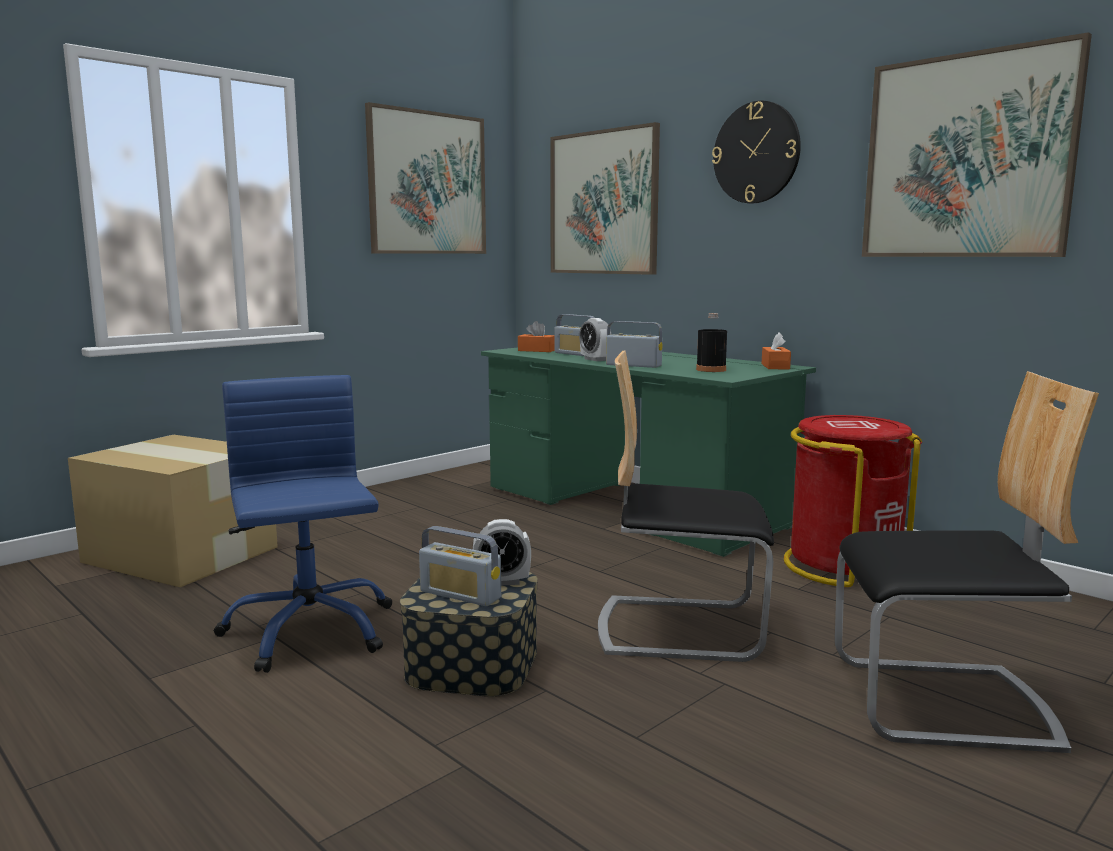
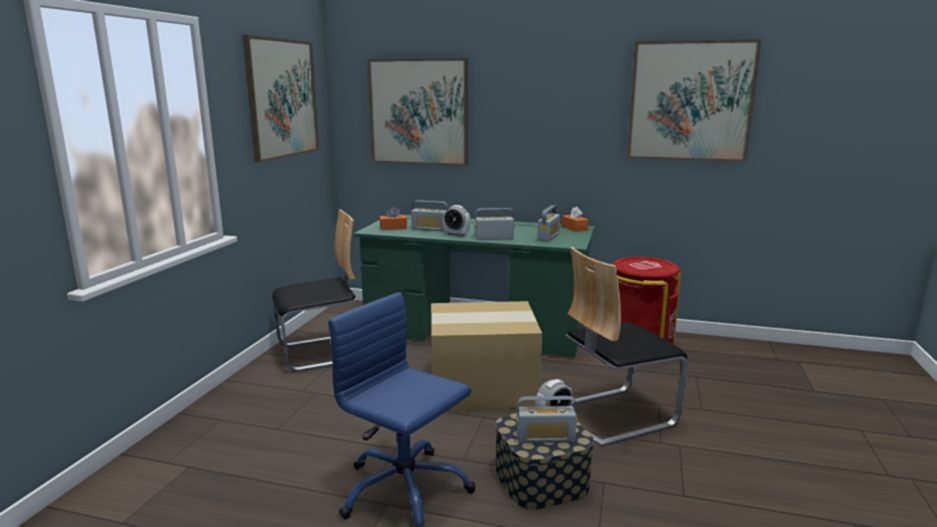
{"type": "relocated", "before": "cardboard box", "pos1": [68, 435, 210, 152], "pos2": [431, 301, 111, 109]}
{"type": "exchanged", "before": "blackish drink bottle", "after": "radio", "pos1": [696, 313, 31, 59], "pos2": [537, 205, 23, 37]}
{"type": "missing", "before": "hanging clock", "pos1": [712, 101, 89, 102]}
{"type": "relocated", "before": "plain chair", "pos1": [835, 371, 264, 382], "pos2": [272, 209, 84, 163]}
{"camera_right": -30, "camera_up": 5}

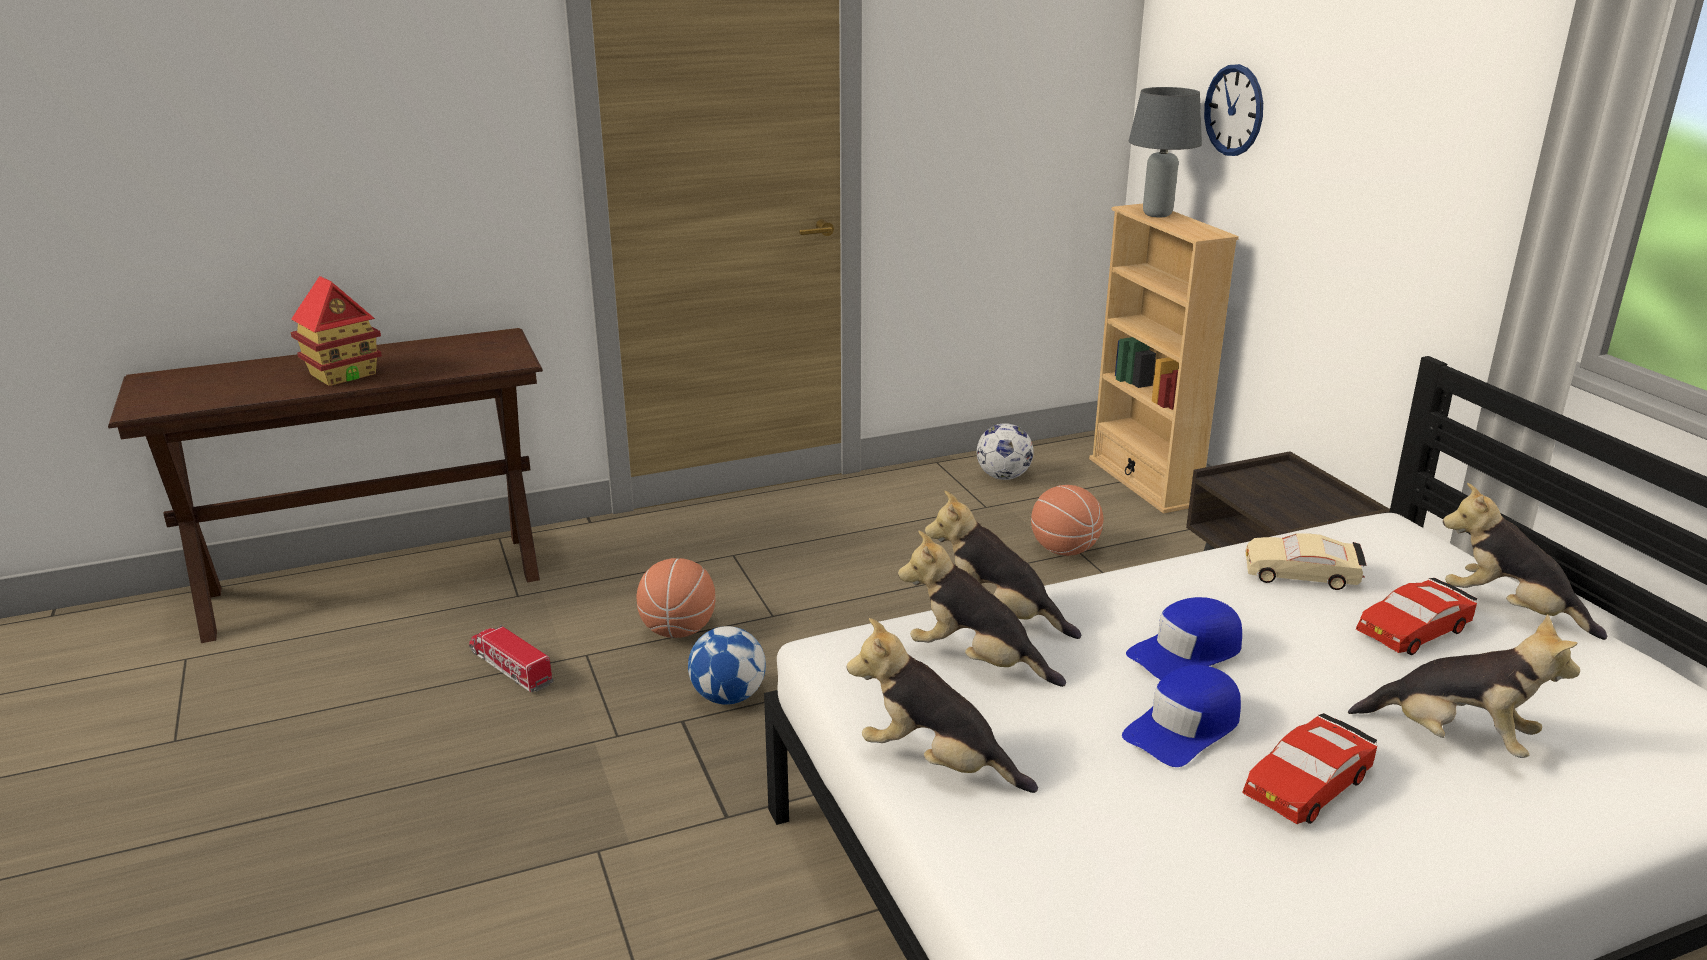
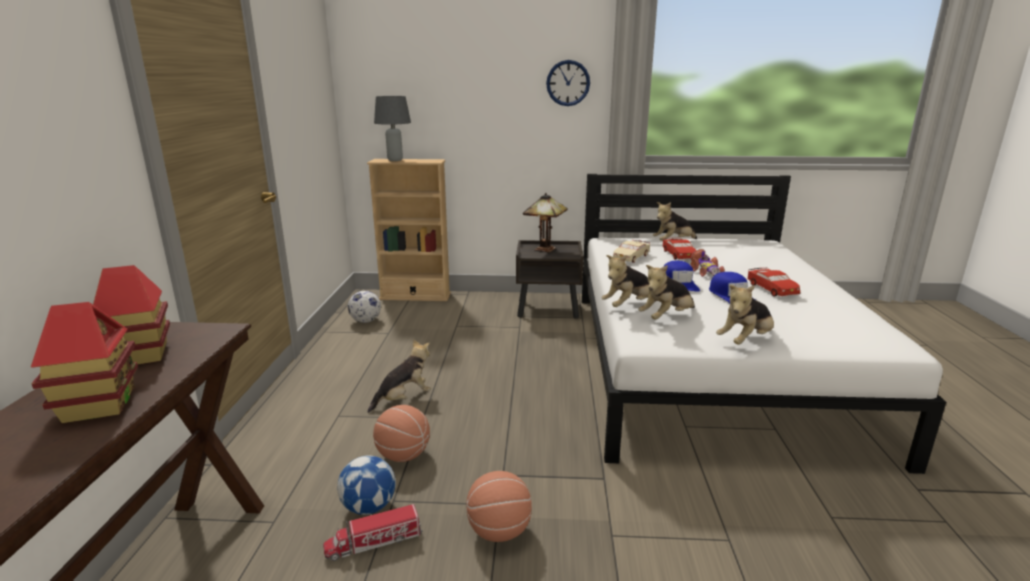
{"type": "relocated", "before": "ball for football", "pos1": [688, 626, 78, 79], "pos2": [337, 455, 59, 60]}
{"type": "relocated", "before": "basketball ball", "pos1": [1031, 485, 72, 71], "pos2": [466, 471, 66, 71]}
{"type": "relocated", "before": "hanging clock", "pos1": [1204, 64, 59, 92], "pos2": [546, 60, 44, 46]}
{"type": "relocated", "before": "soft toy", "pos1": [1348, 614, 232, 144], "pos2": [368, 339, 63, 74]}
{"type": "appeared", "after": "model house", "pos2": [93, 265, 77, 100]}
{"type": "appeared", "after": "tabletop lamp", "pos2": [523, 193, 45, 59]}
{"type": "appeared", "after": "toy car", "pos2": [690, 249, 35, 28]}
{"camera_right": -65, "camera_up": -5}

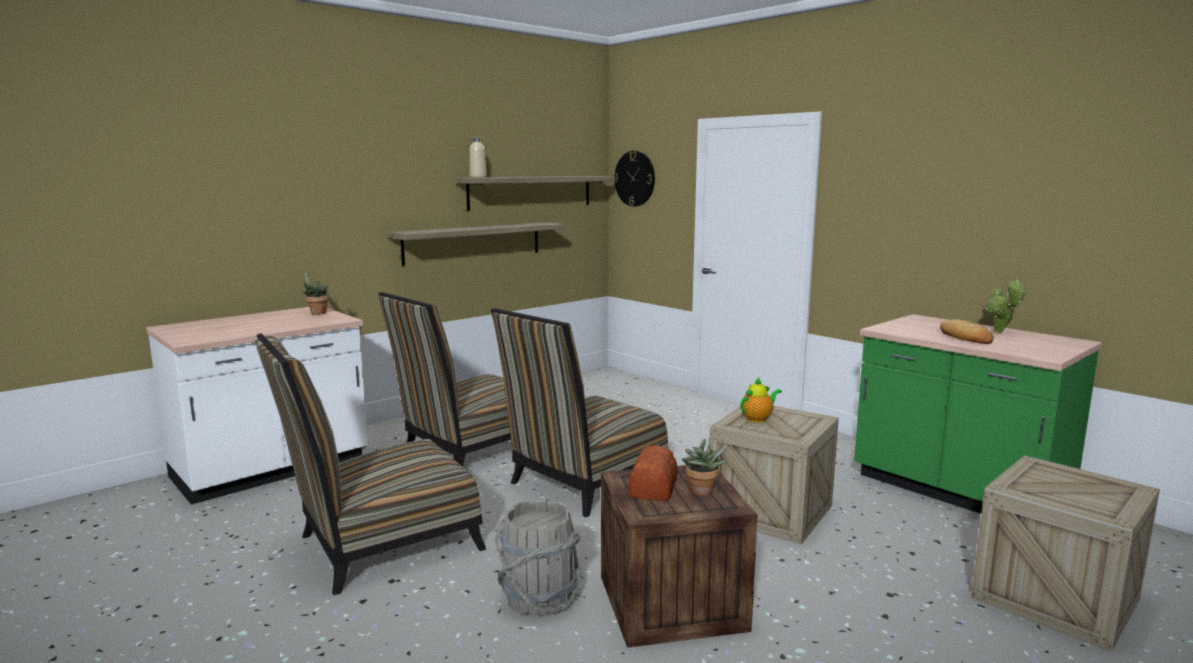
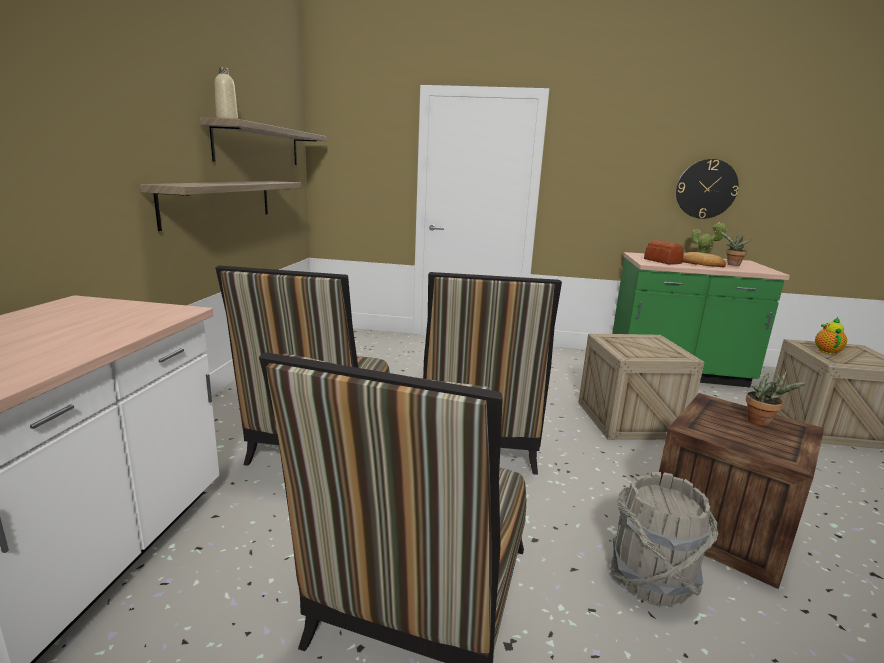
{"type": "relocated", "before": "houseplant", "pos1": [301, 271, 28, 44], "pos2": [719, 230, 32, 36]}
{"type": "relocated", "before": "hanging clock", "pos1": [613, 151, 42, 56], "pos2": [676, 159, 62, 60]}
{"type": "relocated", "before": "bakery bread", "pos1": [628, 446, 49, 55], "pos2": [644, 240, 40, 24]}
{"type": "relocated", "before": "teapot", "pos1": [740, 378, 42, 45], "pos2": [815, 317, 32, 38]}
{"camera_right": -40, "camera_up": 5}

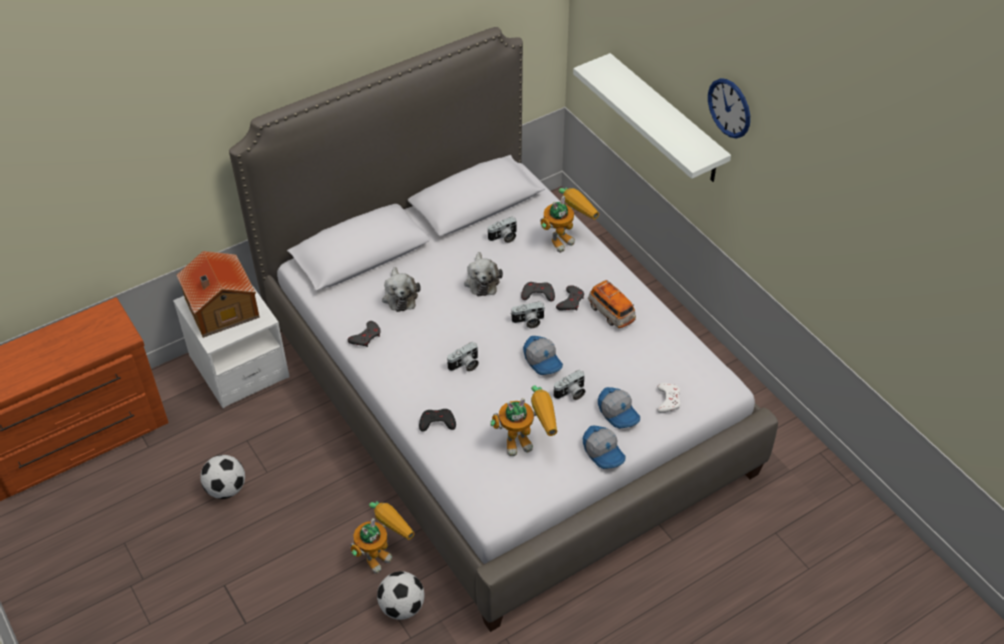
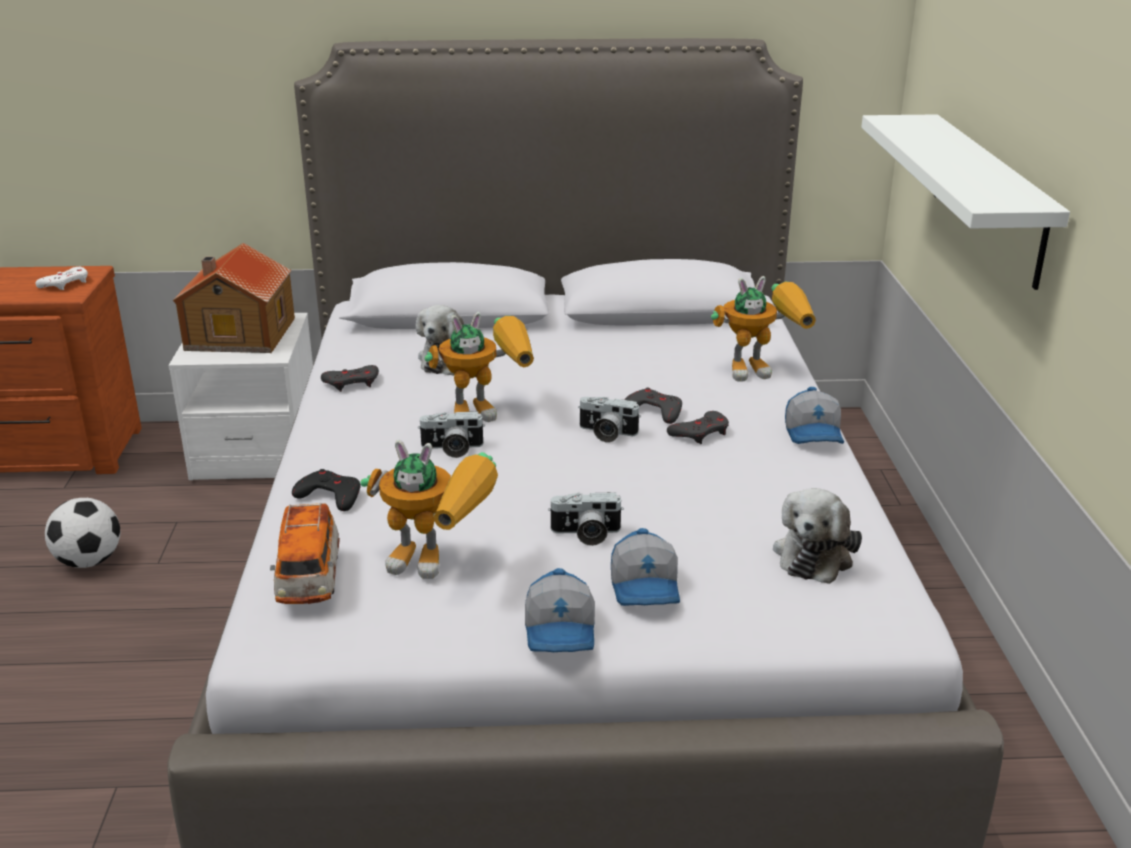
{"type": "relocated", "before": "toy robot", "pos1": [350, 501, 65, 73], "pos2": [424, 312, 110, 110]}
{"type": "missing", "before": "ball for football", "pos1": [377, 571, 47, 49]}
{"type": "relocated", "before": "soft toy", "pos1": [464, 252, 39, 44], "pos2": [773, 488, 89, 96]}
{"type": "missing", "before": "still camera", "pos1": [487, 216, 30, 27]}
{"type": "relocated", "before": "cap", "pos1": [523, 336, 40, 39], "pos2": [785, 387, 59, 57]}
{"type": "relocated", "before": "toy car", "pos1": [588, 280, 48, 48], "pos2": [270, 502, 70, 102]}
{"type": "relocated", "before": "whitish joypad", "pos1": [657, 383, 24, 30], "pos2": [35, 267, 53, 23]}
{"type": "missing", "before": "hanging clock", "pos1": [708, 78, 42, 60]}
{"camera_right": 30, "camera_up": -20}

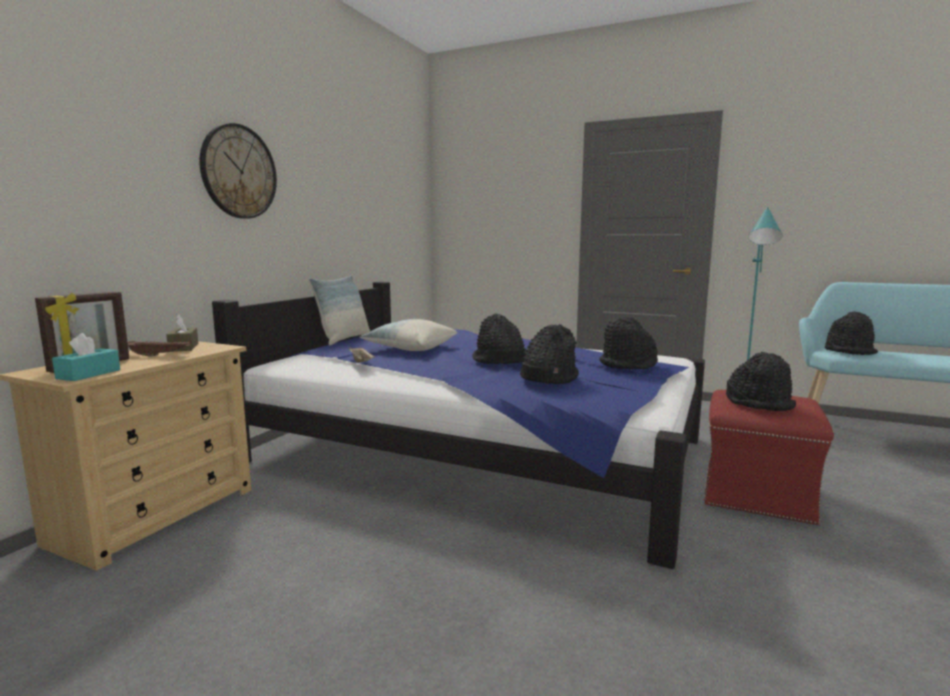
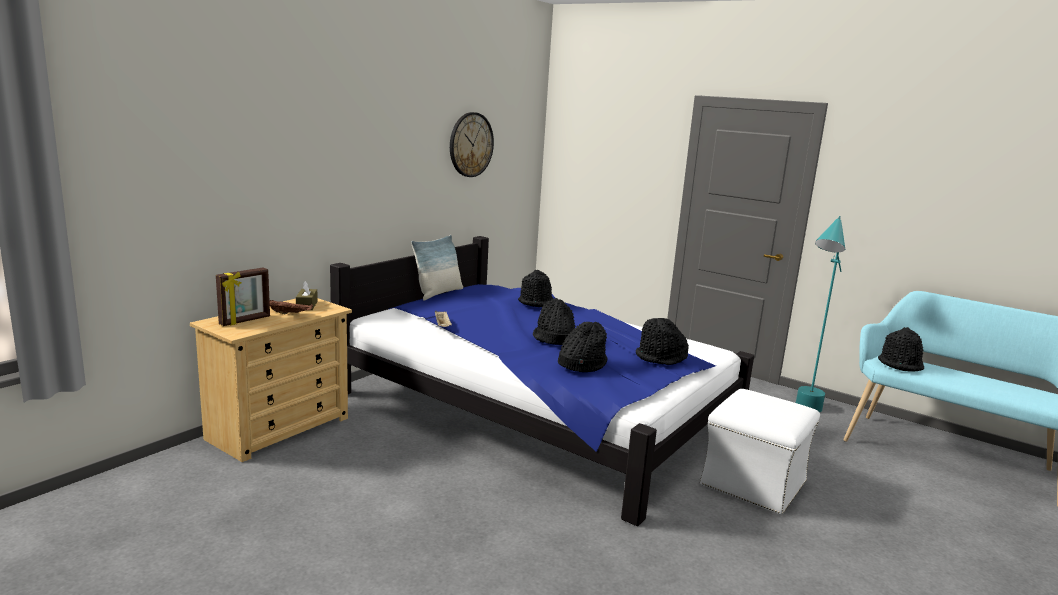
{"type": "missing", "before": "blue-green box of tissues", "pos1": [52, 333, 68, 48]}
{"type": "relocated", "before": "hanging clock", "pos1": [200, 123, 77, 96], "pos2": [450, 112, 44, 65]}
{"type": "missing", "before": "cushion", "pos1": [360, 319, 97, 32]}
{"type": "colour", "before": "red-coloured ottoman", "after": "whitish ottoman", "pos1": [704, 390, 130, 136], "pos2": [700, 389, 120, 126]}
{"type": "relocated", "before": "blackish clothing hat", "pos1": [726, 352, 70, 59], "pos2": [518, 270, 35, 37]}
{"camera_right": 10, "camera_up": 5}

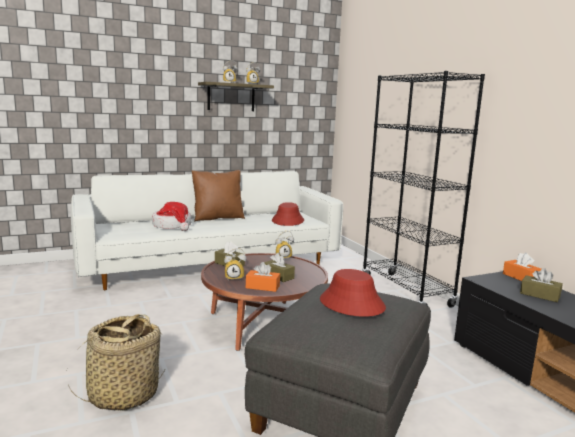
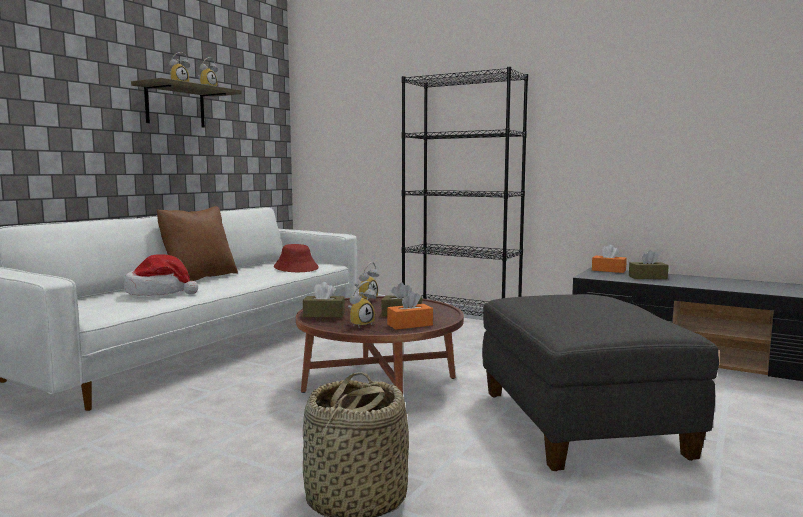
{"type": "missing", "before": "red-coloured clothing hat", "pos1": [320, 269, 66, 48]}
{"camera_right": -35, "camera_up": -5}

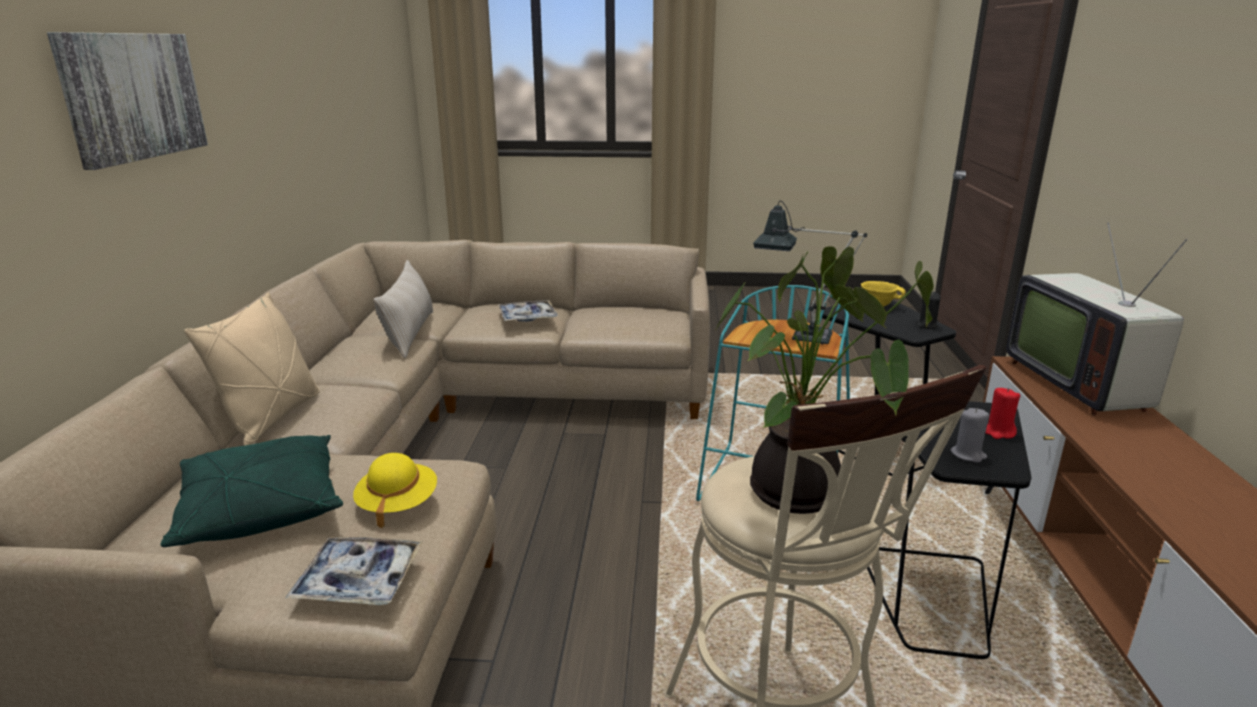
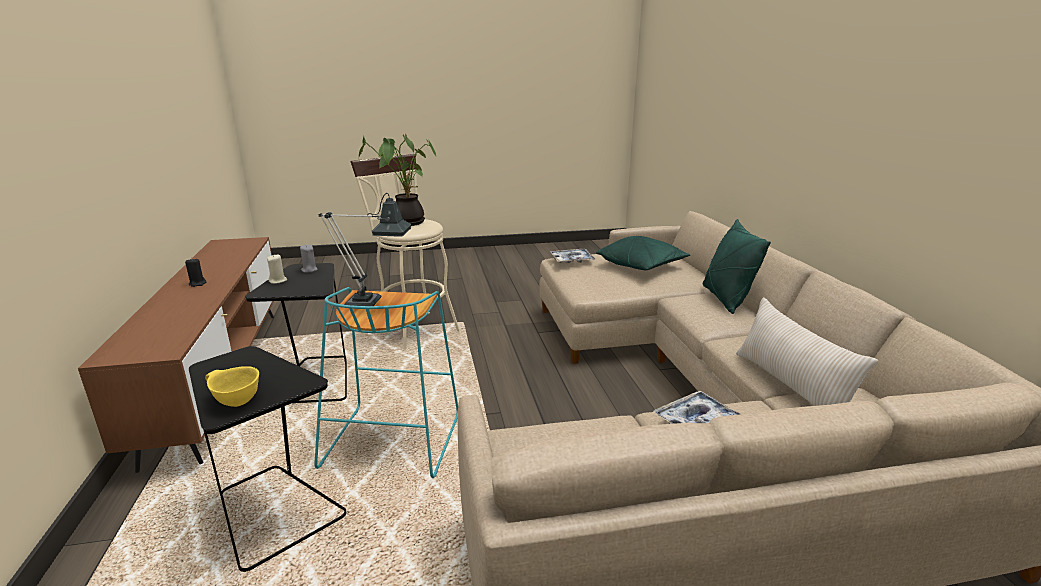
{"type": "missing", "before": "wall art", "pos1": [47, 32, 161, 138]}
{"type": "colour", "before": "sand-coloured cushion", "after": "green-coloured cushion", "pos1": [184, 292, 136, 154], "pos2": [703, 219, 68, 95]}
{"type": "missing", "before": "yellowish clothing hat", "pos1": [353, 453, 84, 75]}
{"type": "relocated", "before": "blackish candle", "pos1": [916, 291, 25, 38], "pos2": [185, 259, 21, 28]}
{"type": "colour", "before": "red-coloured candle", "after": "sand-coloured candle", "pos1": [986, 388, 34, 51], "pos2": [267, 254, 20, 30]}
{"type": "missing", "before": "TV set", "pos1": [1006, 222, 182, 194]}
{"camera_right": 165, "camera_up": 0}

